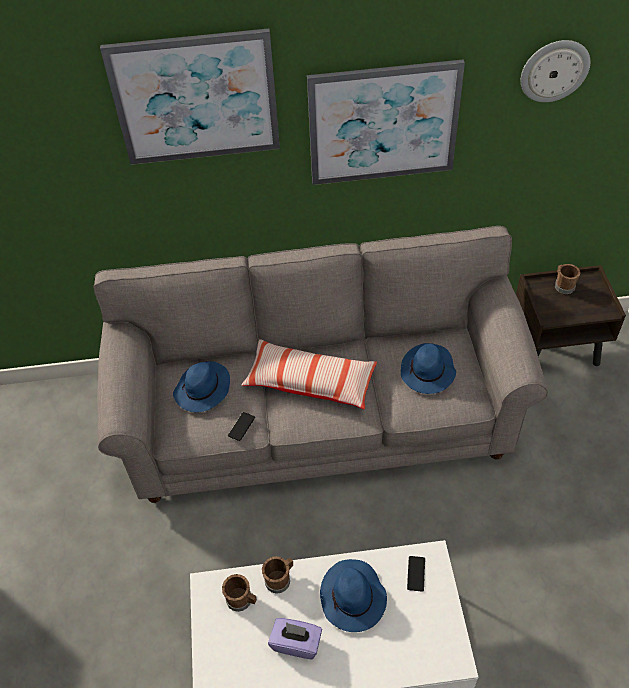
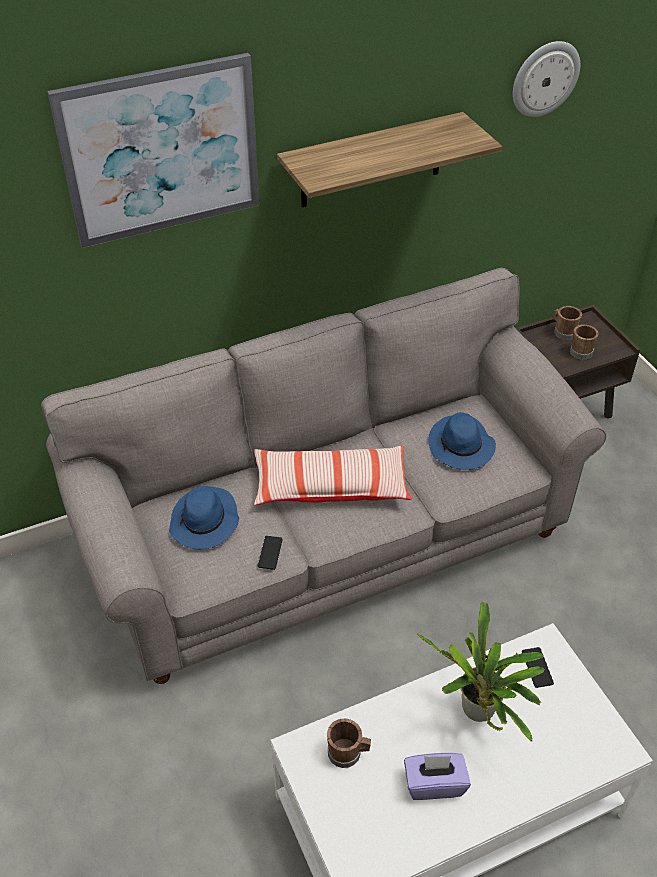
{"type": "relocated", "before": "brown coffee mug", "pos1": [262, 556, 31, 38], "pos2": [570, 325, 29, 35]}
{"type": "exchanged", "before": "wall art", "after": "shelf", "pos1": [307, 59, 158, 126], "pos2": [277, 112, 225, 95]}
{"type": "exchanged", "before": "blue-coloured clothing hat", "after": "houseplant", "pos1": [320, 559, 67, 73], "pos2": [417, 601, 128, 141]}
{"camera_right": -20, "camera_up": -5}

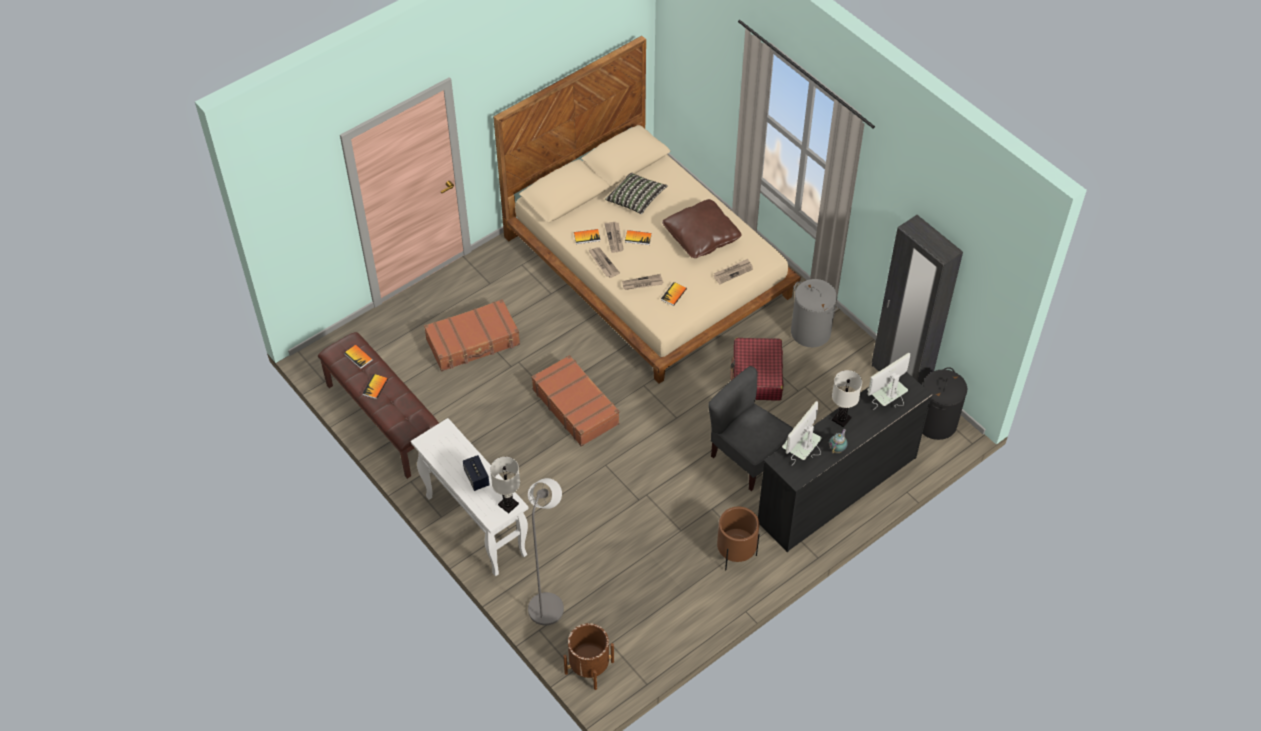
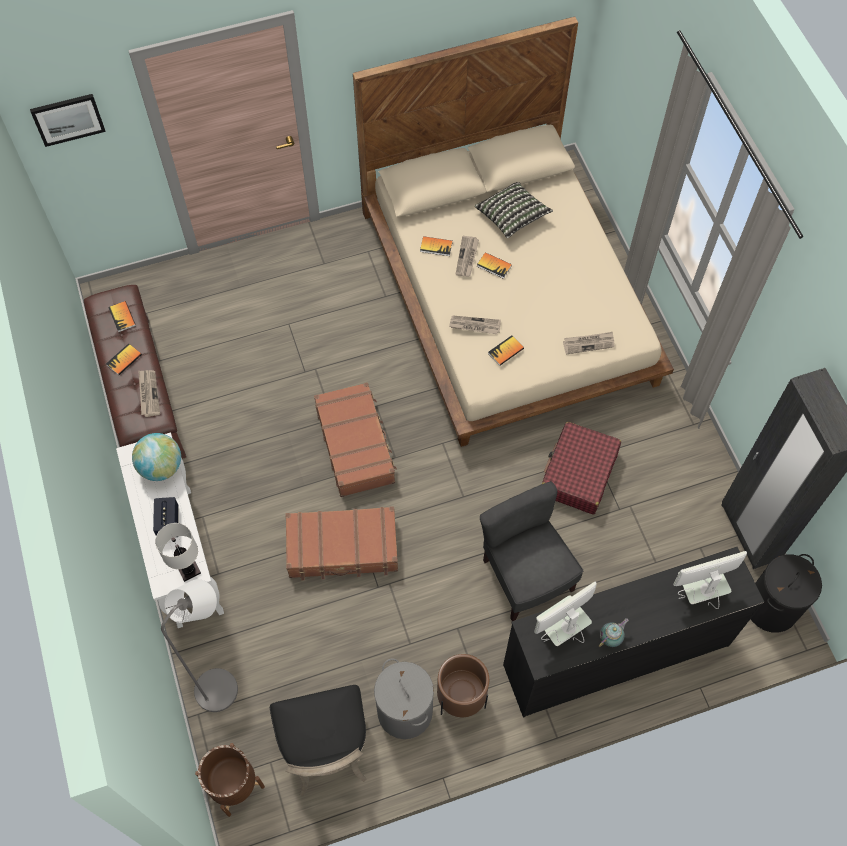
{"type": "relocated", "before": "brown piece of luggage", "pos1": [424, 299, 96, 72], "pos2": [285, 506, 113, 75]}
{"type": "relocated", "before": "newspaper", "pos1": [589, 247, 31, 31], "pos2": [138, 370, 22, 47]}
{"type": "missing", "before": "brown cushion", "pos1": [662, 199, 80, 59]}
{"type": "relocated", "before": "gray hamper", "pos1": [791, 279, 47, 68], "pos2": [374, 658, 60, 81]}
{"type": "missing", "before": "whitish tabletop lamp", "pos1": [832, 370, 30, 58]}
{"type": "appeared", "after": "wall art", "pos2": [30, 94, 76, 53]}
{"type": "appeared", "after": "globe", "pos2": [132, 433, 49, 48]}
{"type": "appeared", "after": "blackish plain chair", "pos2": [270, 685, 97, 111]}
{"camera_right": 20, "camera_up": 10}

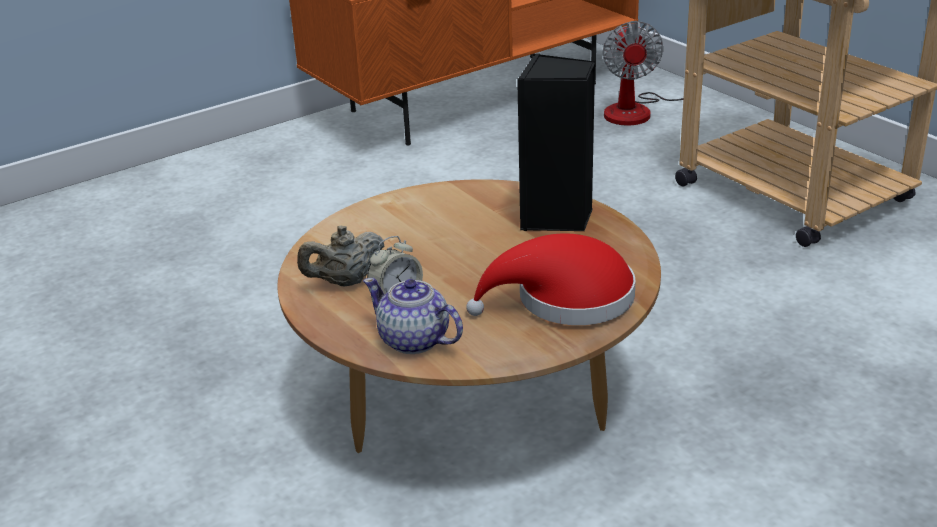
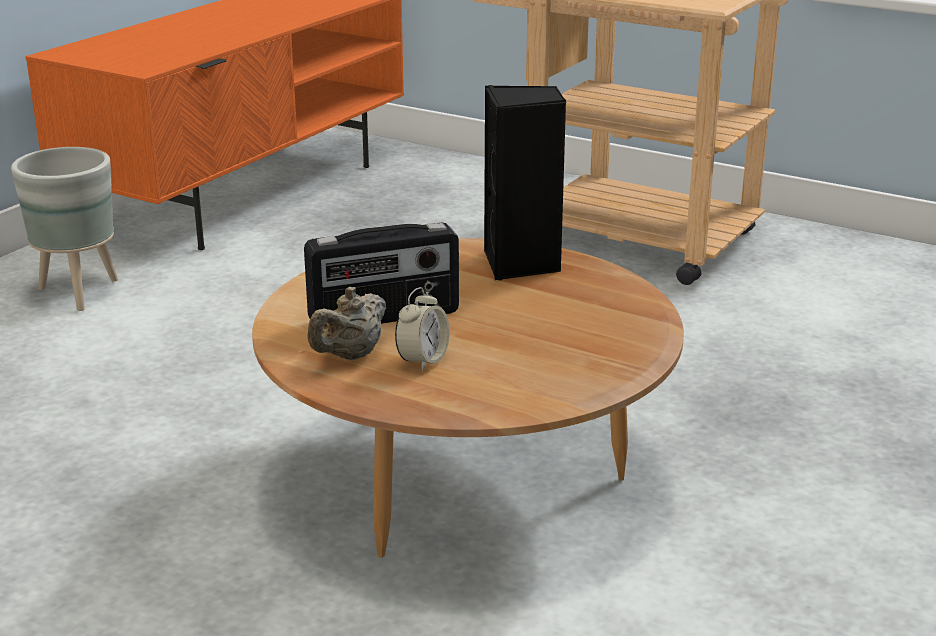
{"type": "missing", "before": "teapot", "pos1": [363, 278, 100, 76]}
{"type": "missing", "before": "red-coloured clothing hat", "pos1": [466, 233, 170, 92]}
{"type": "missing", "before": "electric fan", "pos1": [602, 21, 81, 104]}
{"type": "appeared", "after": "gray plant pot", "pos2": [11, 147, 107, 164]}
{"type": "appeared", "after": "radio", "pos2": [304, 223, 155, 101]}
{"camera_right": -25, "camera_up": -5}

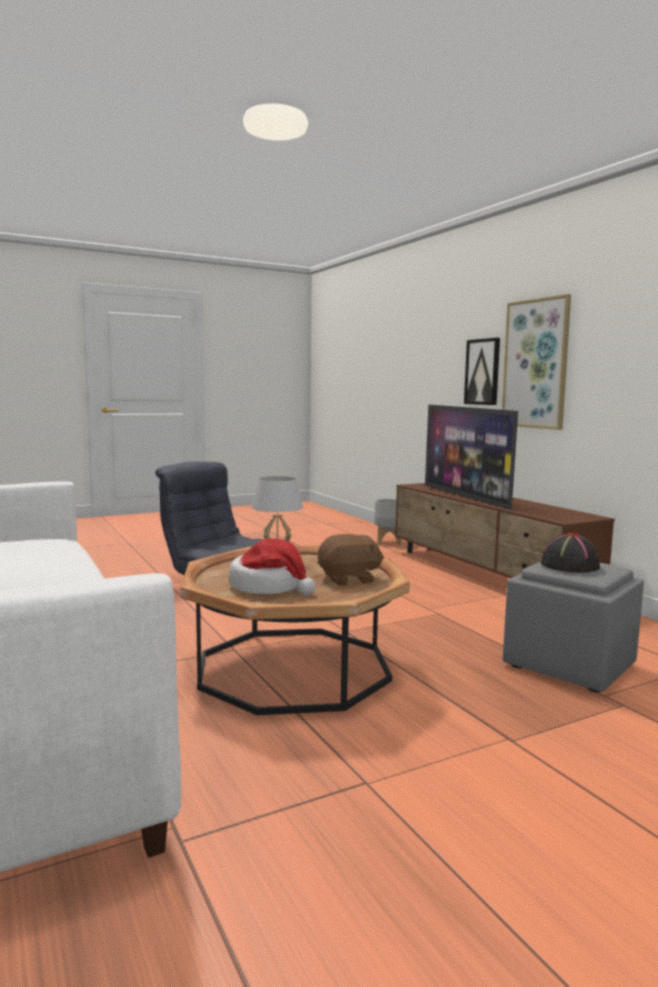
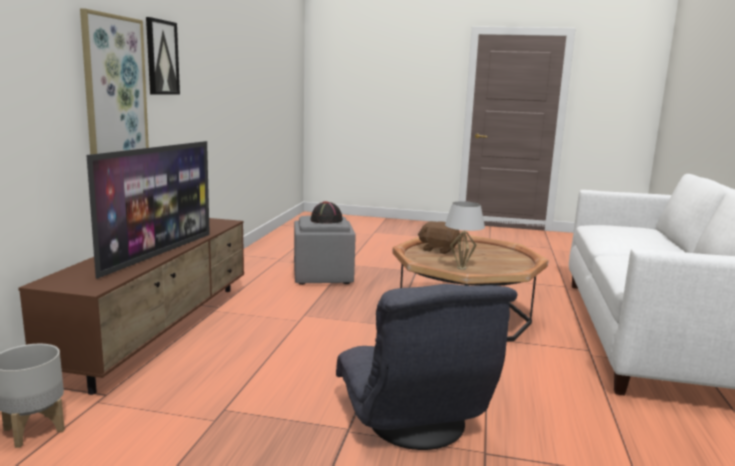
{"type": "missing", "before": "clothing hat", "pos1": [229, 539, 87, 56]}
{"type": "relocated", "before": "wall art", "pos1": [464, 338, 36, 67], "pos2": [146, 17, 34, 78]}
{"camera_right": -140, "camera_up": 5}

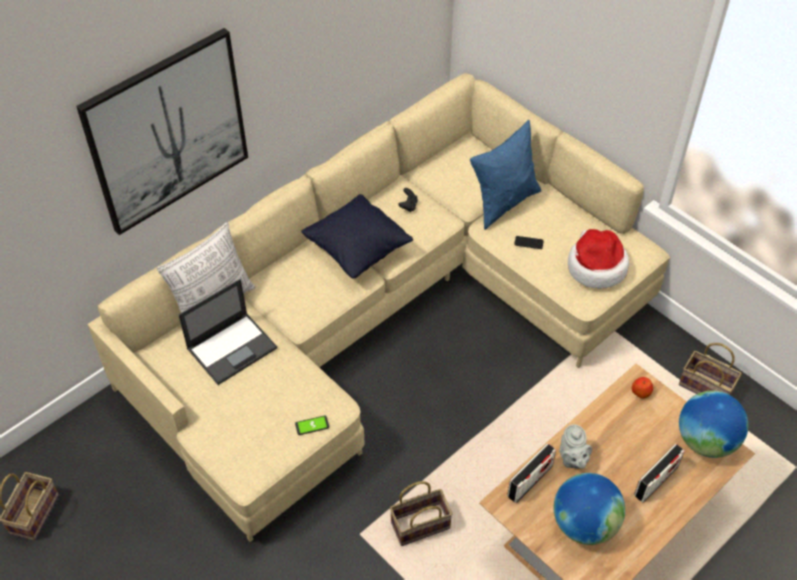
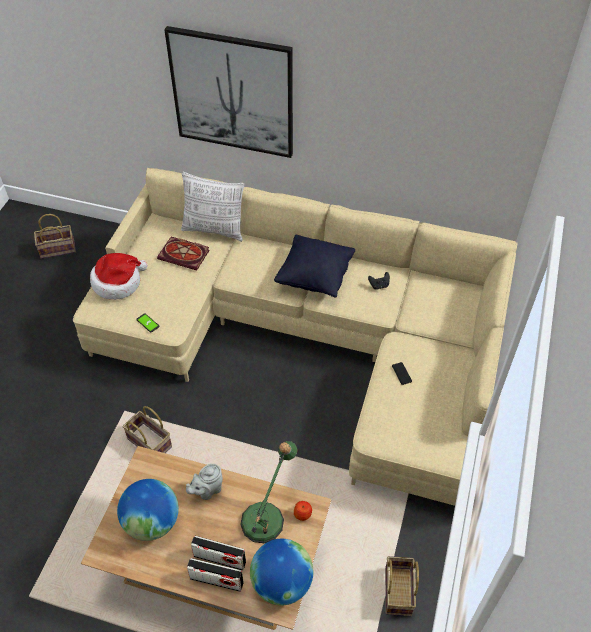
{"type": "exchanged", "before": "portable computer", "after": "volume", "pos1": [178, 279, 99, 106], "pos2": [157, 237, 52, 33]}
{"type": "missing", "before": "blue-coloured cushion", "pos1": [470, 120, 71, 110]}
{"type": "relocated", "before": "radio", "pos1": [507, 443, 49, 60], "pos2": [187, 558, 56, 34]}
{"type": "relocated", "before": "clothing hat", "pos1": [568, 229, 61, 60], "pos2": [90, 253, 57, 47]}
{"type": "appeared", "after": "tabletop lamp", "pos2": [240, 441, 57, 103]}
{"camera_right": 60, "camera_up": 0}

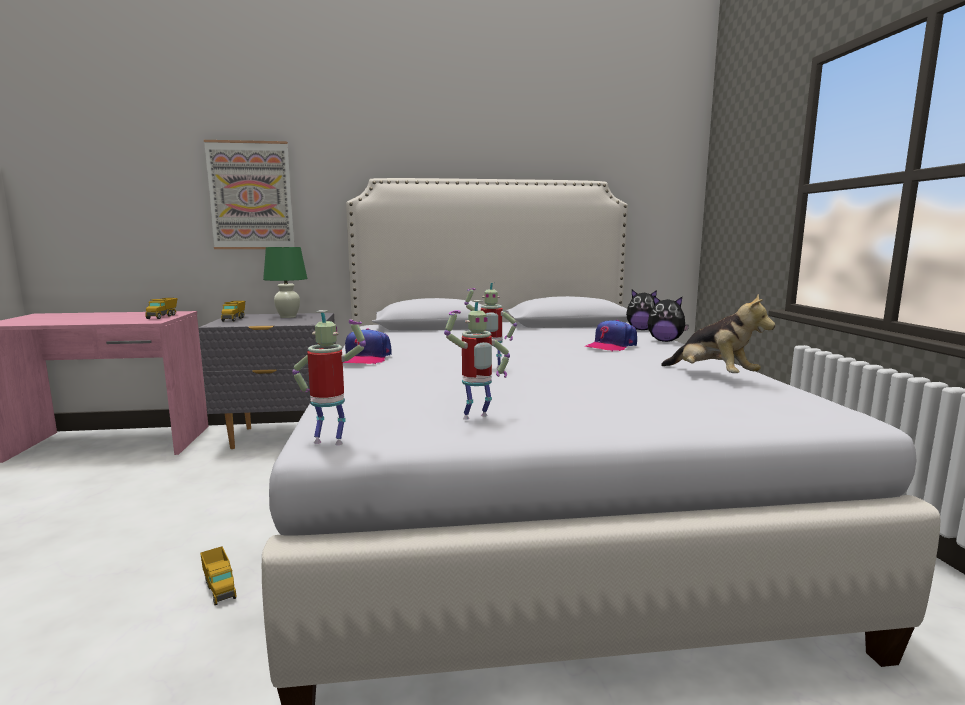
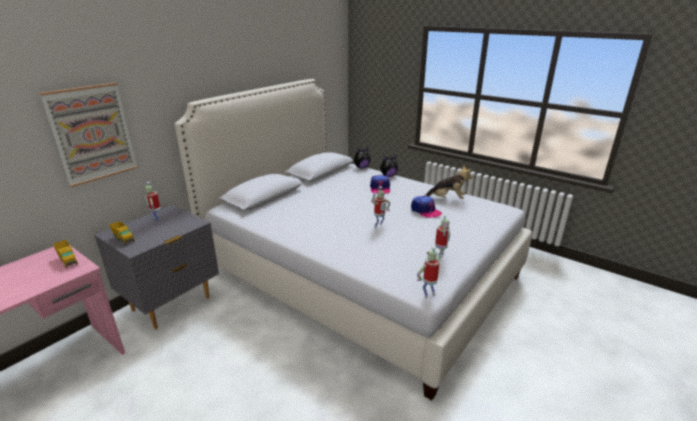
{"type": "missing", "before": "toy truck", "pos1": [200, 546, 37, 59]}
{"type": "exchanged", "before": "green-coloured tabletop lamp", "after": "toy robot", "pos1": [263, 247, 44, 71], "pos2": [144, 182, 17, 41]}
{"type": "relocated", "before": "cap", "pos1": [343, 328, 48, 37], "pos2": [411, 196, 31, 22]}
{"camera_right": -45, "camera_up": 15}

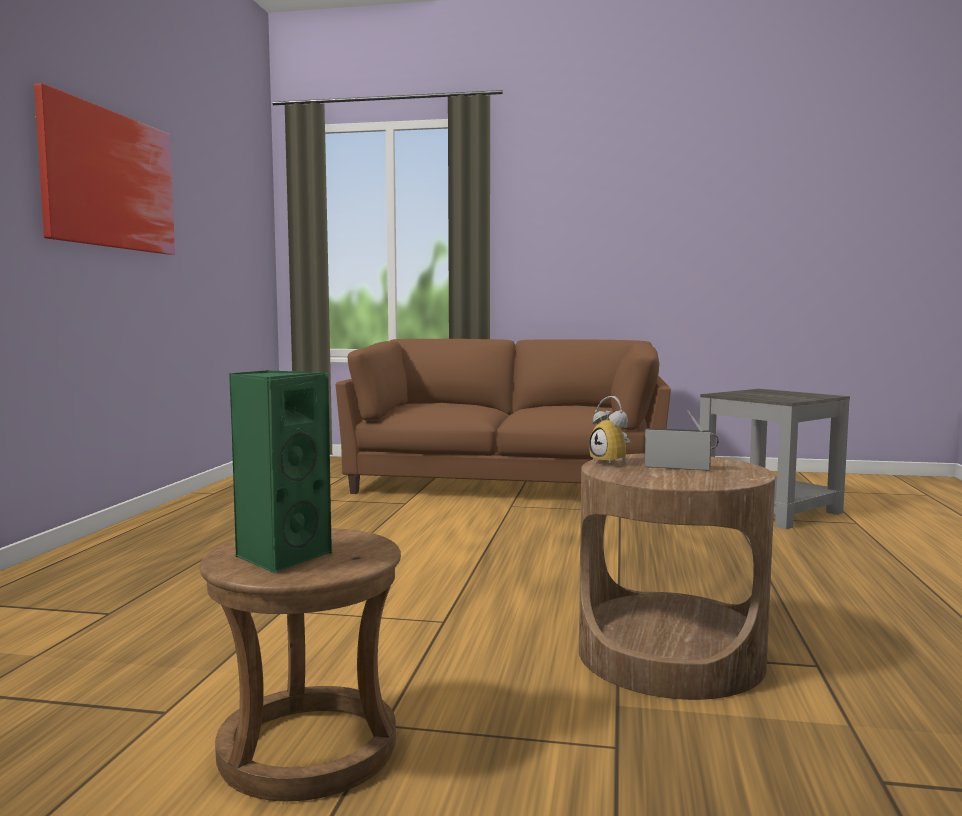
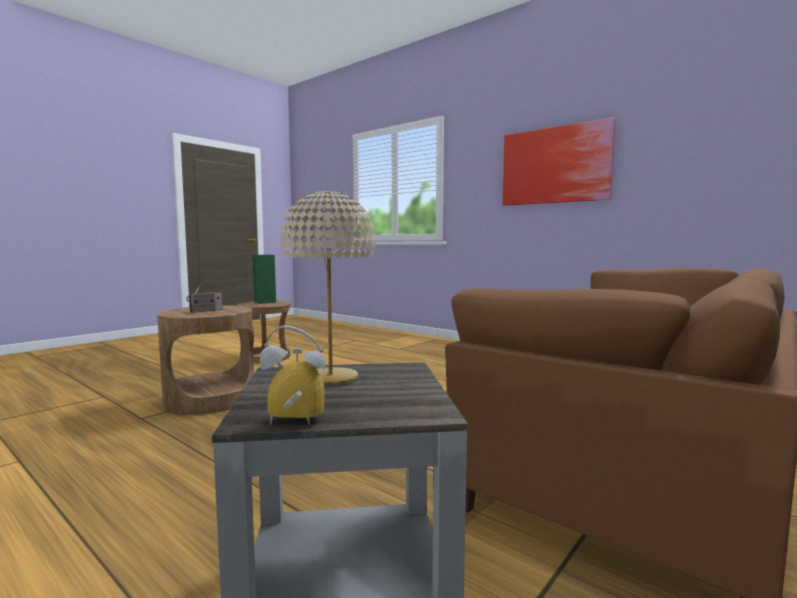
{"type": "relocated", "before": "alarm clock", "pos1": [589, 396, 41, 70], "pos2": [260, 325, 65, 100]}
{"type": "appeared", "after": "sand-coloured tabletop lamp", "pos2": [280, 191, 95, 194]}
{"camera_right": 120, "camera_up": 0}

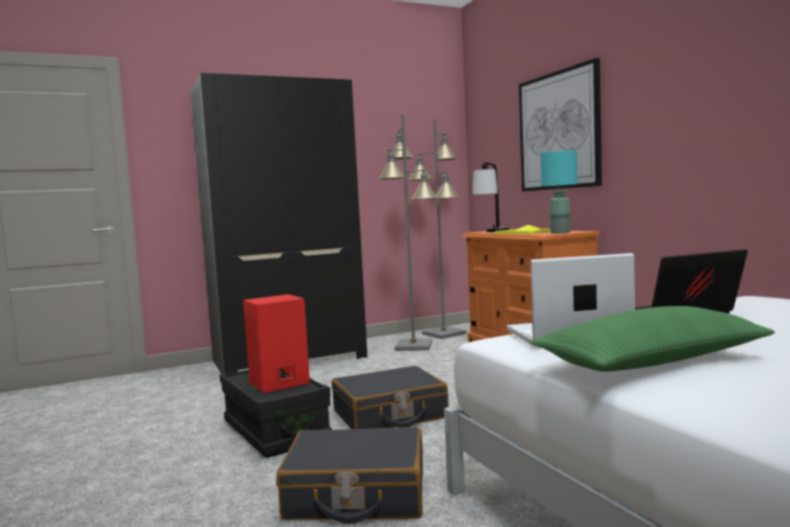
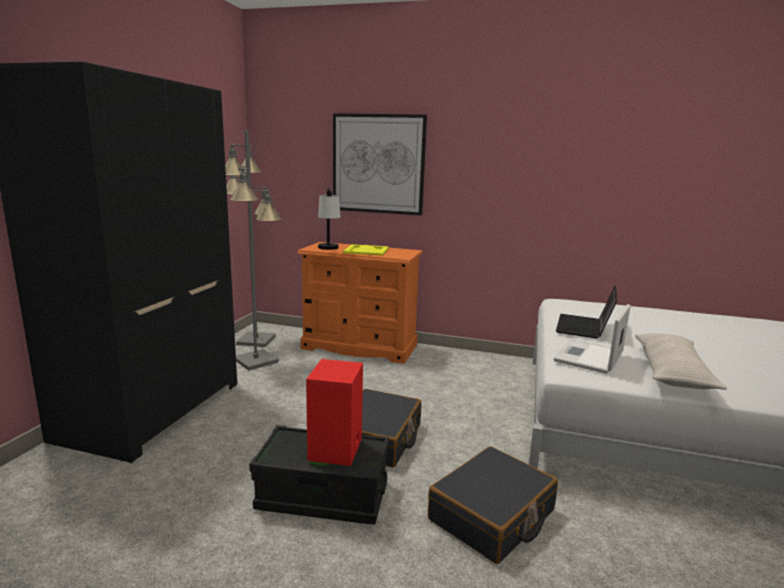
{"type": "colour", "before": "green-coloured cushion", "after": "sand-coloured cushion", "pos1": [530, 306, 245, 66], "pos2": [635, 333, 92, 57]}
{"type": "missing", "before": "blue-green tabletop lamp", "pos1": [540, 150, 37, 84]}
{"camera_right": -50, "camera_up": 10}

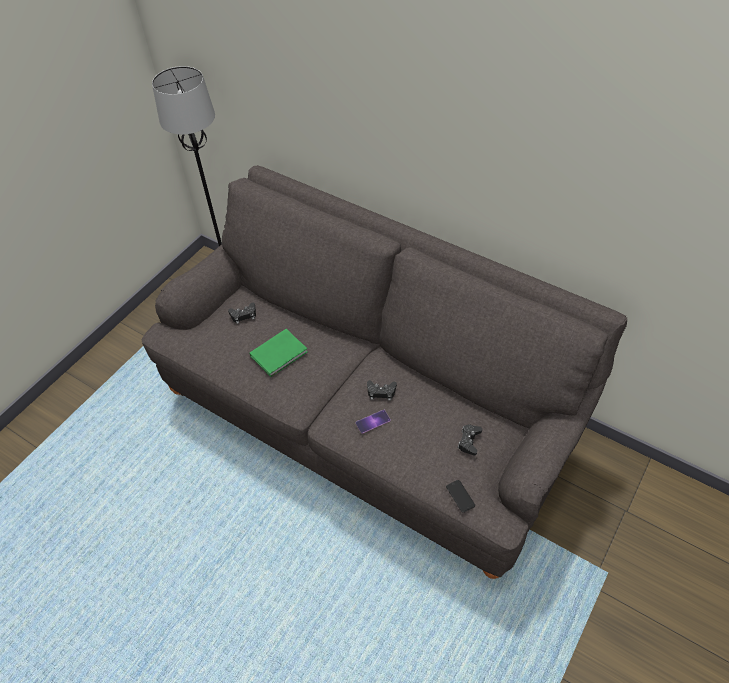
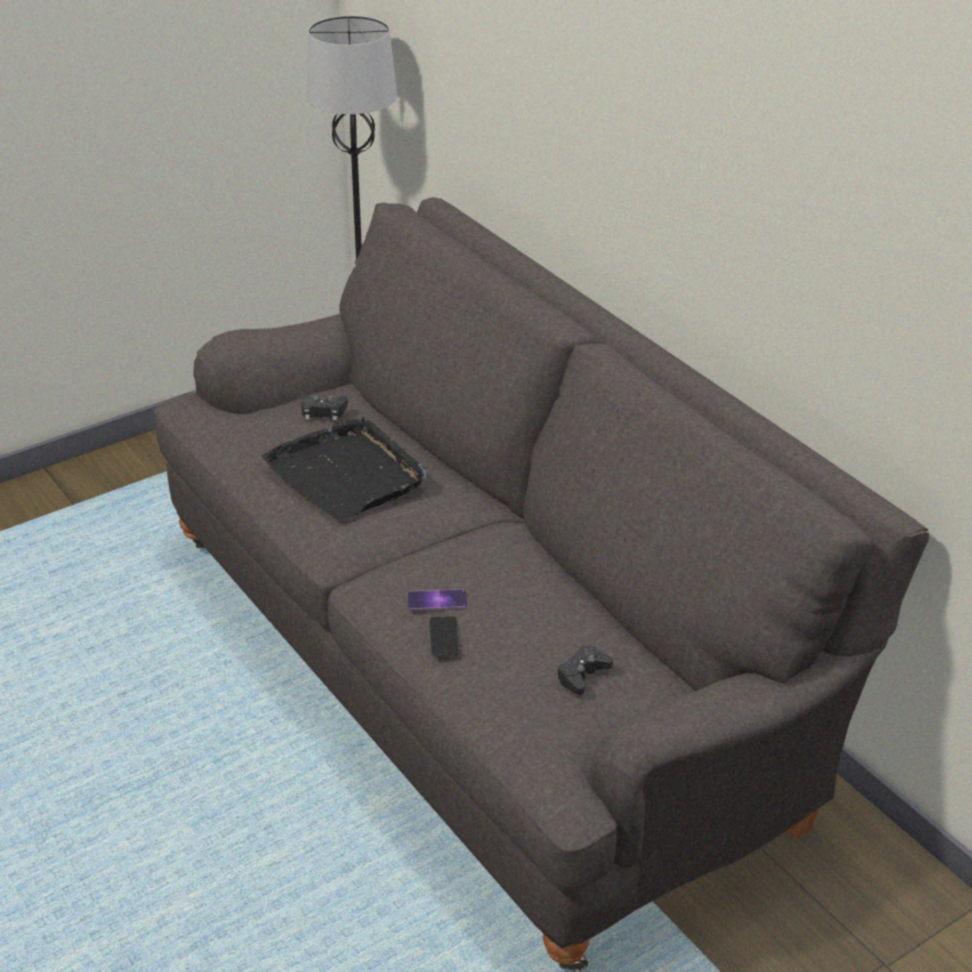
{"type": "exchanged", "before": "green-coloured volume", "after": "blackish carrying tray", "pos1": [250, 329, 58, 48], "pos2": [261, 417, 165, 103]}
{"type": "missing", "before": "blackish joypad", "pos1": [367, 380, 30, 21]}
{"type": "relocated", "before": "phone", "pos1": [446, 480, 29, 32], "pos2": [429, 616, 30, 40]}
{"camera_right": 20, "camera_up": -15}

